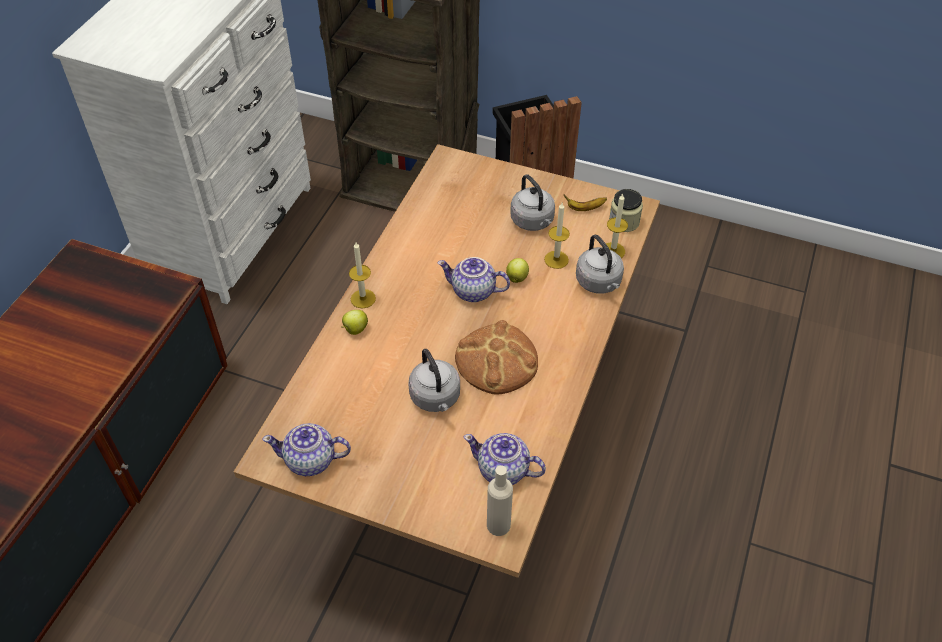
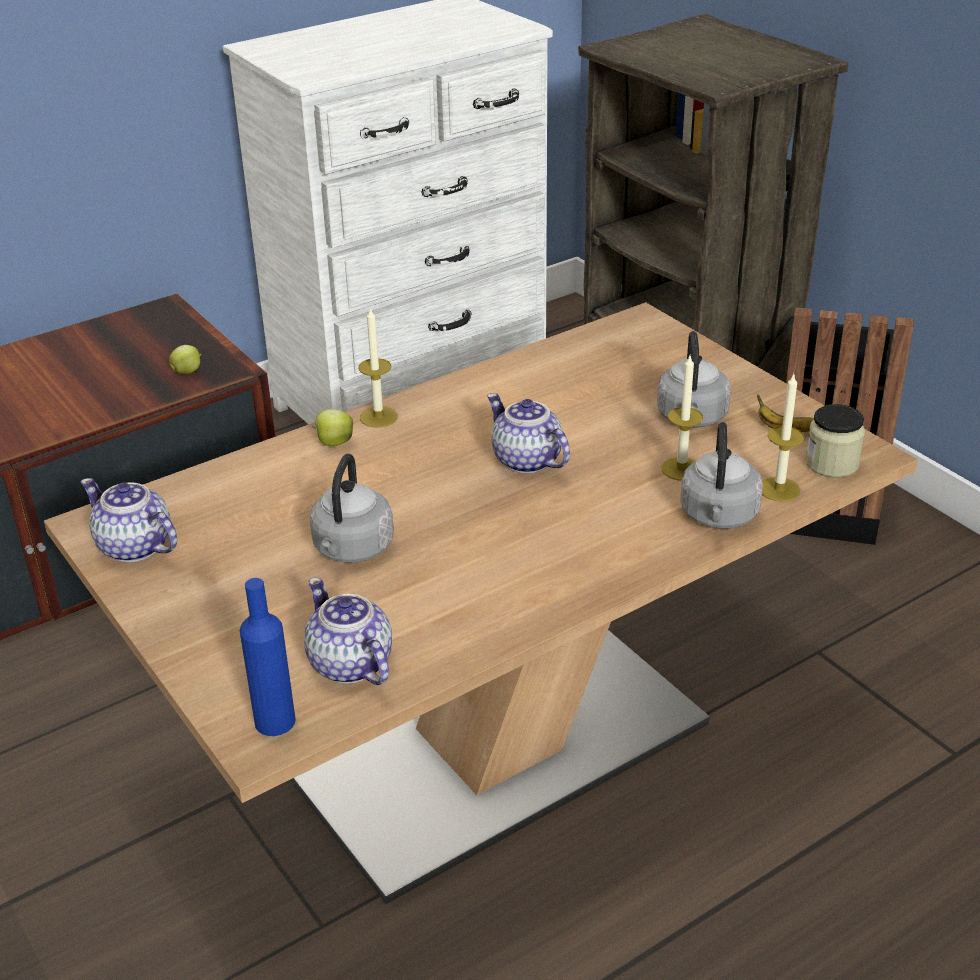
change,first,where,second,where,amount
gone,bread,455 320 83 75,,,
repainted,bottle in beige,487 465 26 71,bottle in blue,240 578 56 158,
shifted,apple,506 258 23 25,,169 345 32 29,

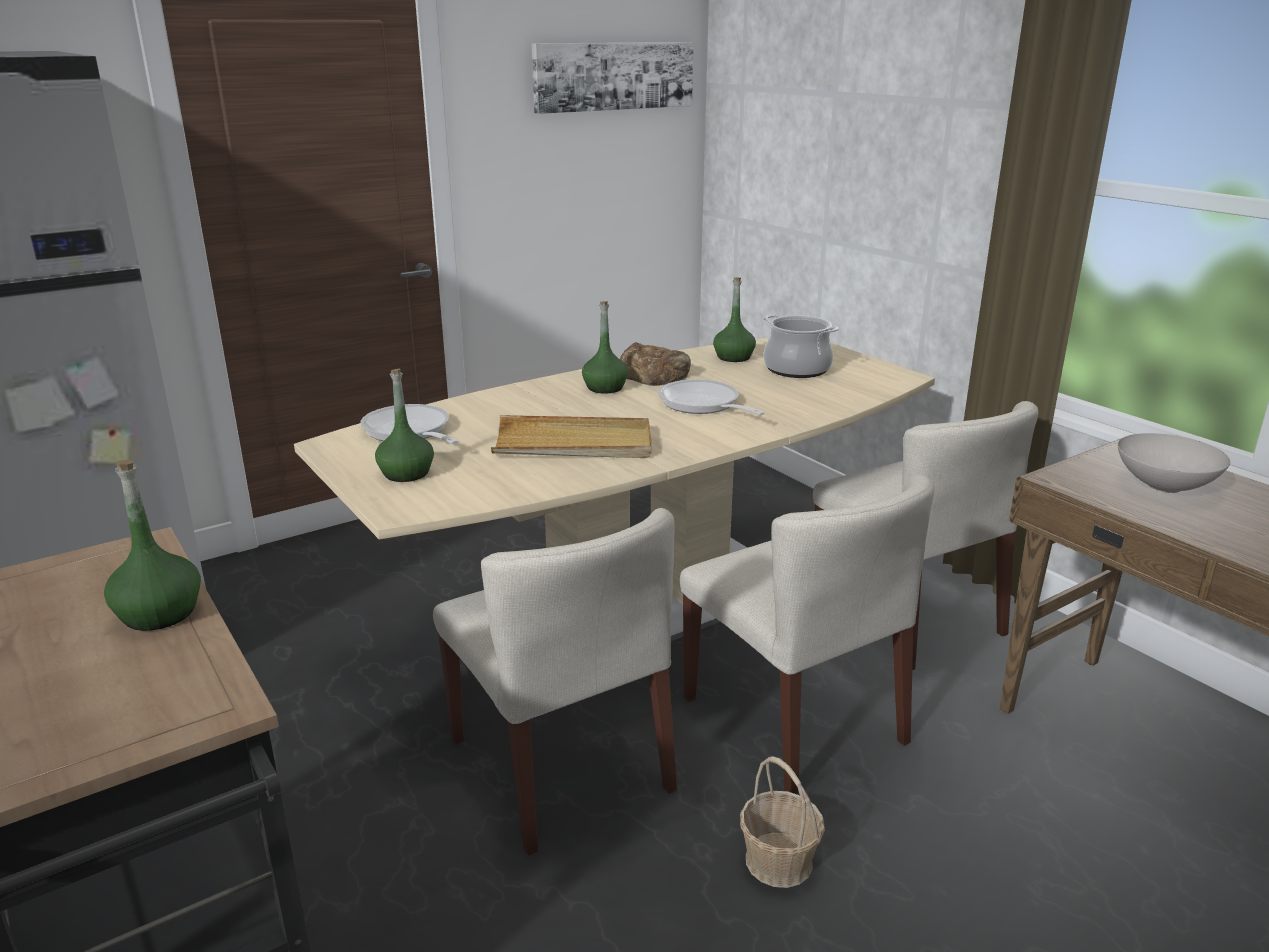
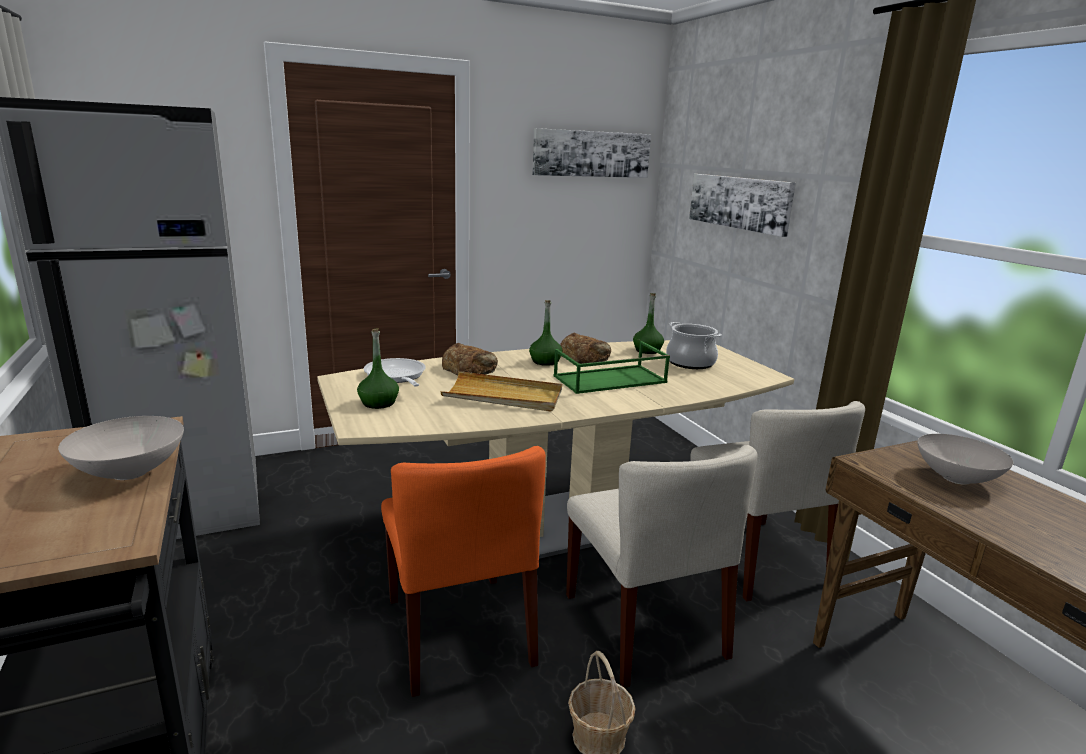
change,first,where,second,where,amount
swapped,bottle in green,104 460 97 171,bowl in white,58 416 126 64,
repainted,chair in beige,433 508 244 348,chair in orange,381 446 165 251,
swapped,frying pan,658 379 107 36,tray in green,553 341 117 53,
new,,,bread,442 343 56 32,
new,,,picture,689 174 107 63,

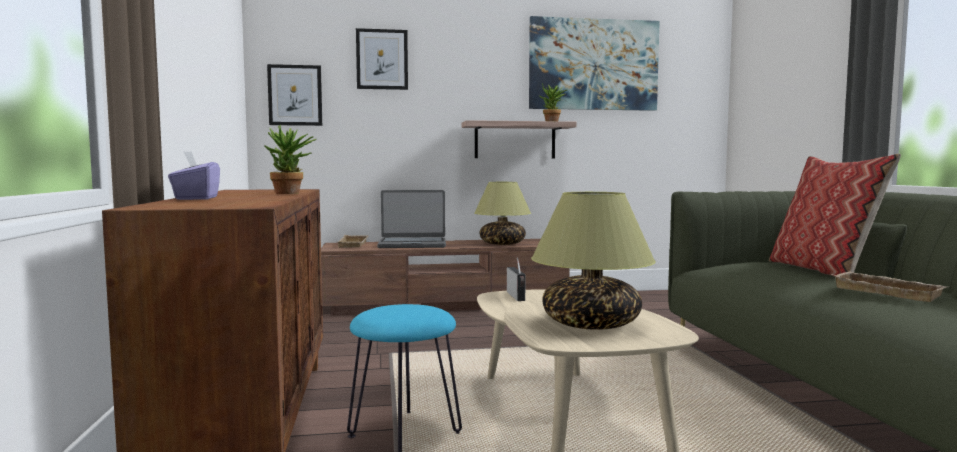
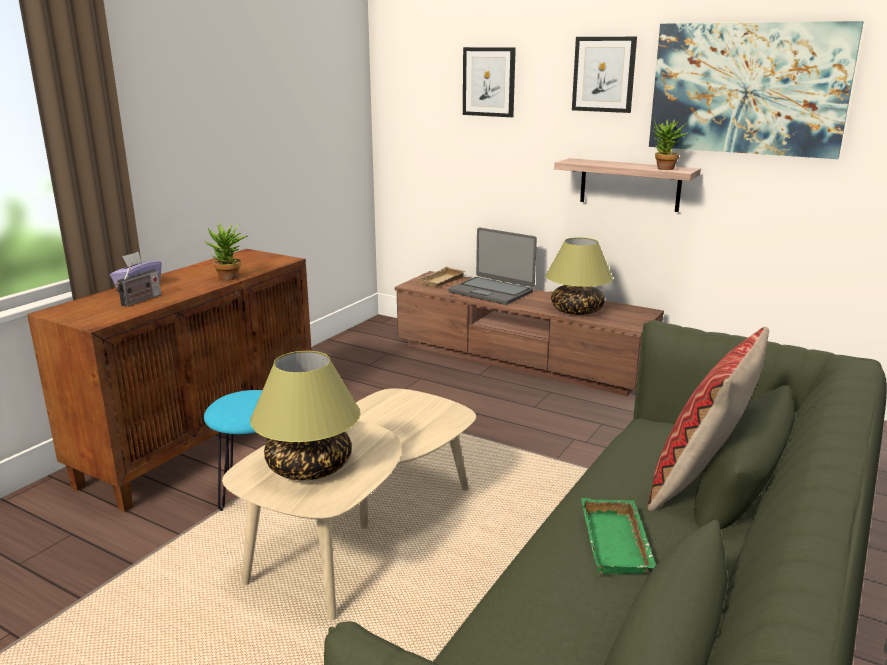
change,first,where,second,where,amount
shifted,picture,267 64 55 62,,572 37 65 76,
shifted,radio,507 257 19 44,,115 263 46 44,
repainted,tray in beige,834 271 113 31,tray in green,581 498 75 77,

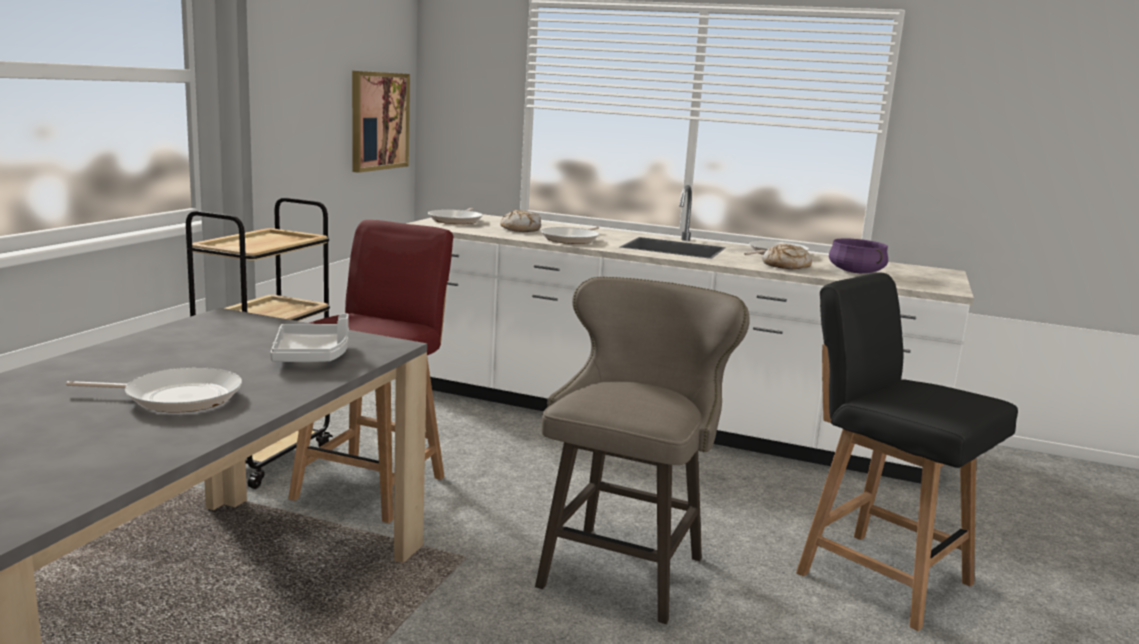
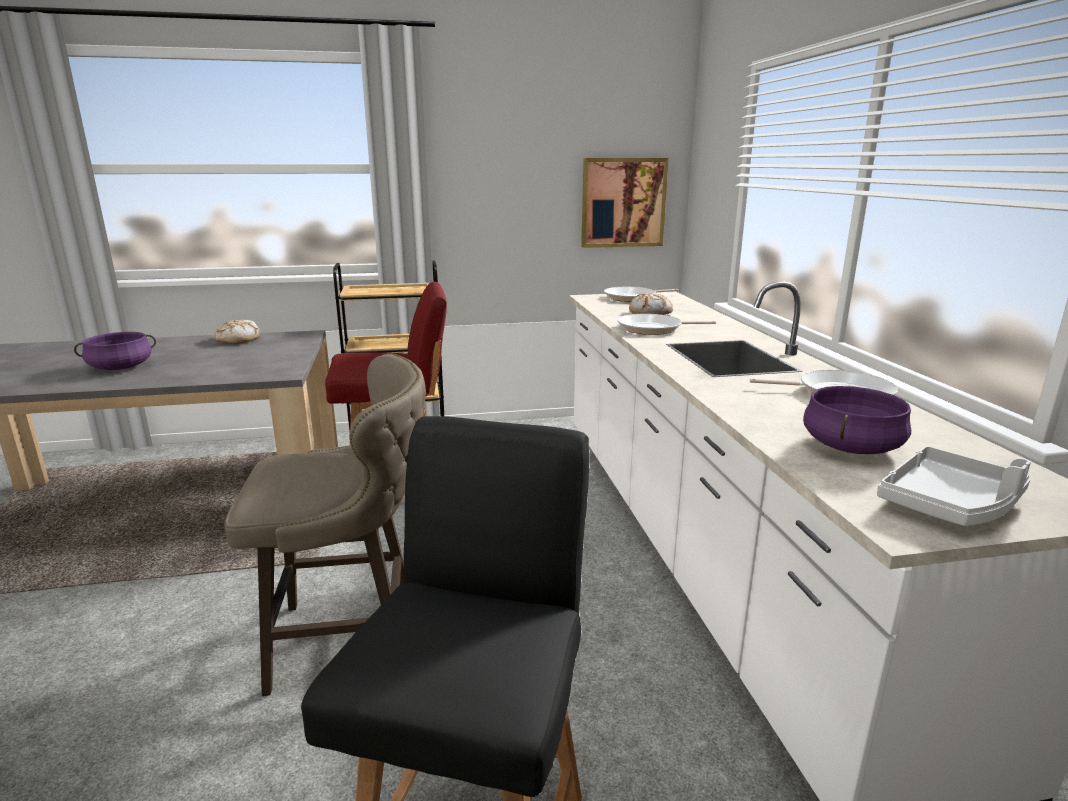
change,first,where,second,where,amount
swapped,frying pan,66 367 176 45,cooking pot in purple,74 332 82 38,
shifted,tray in grey,270 313 79 49,,877 446 154 80,
shifted,bread,763 244 49 25,,215 320 45 23,

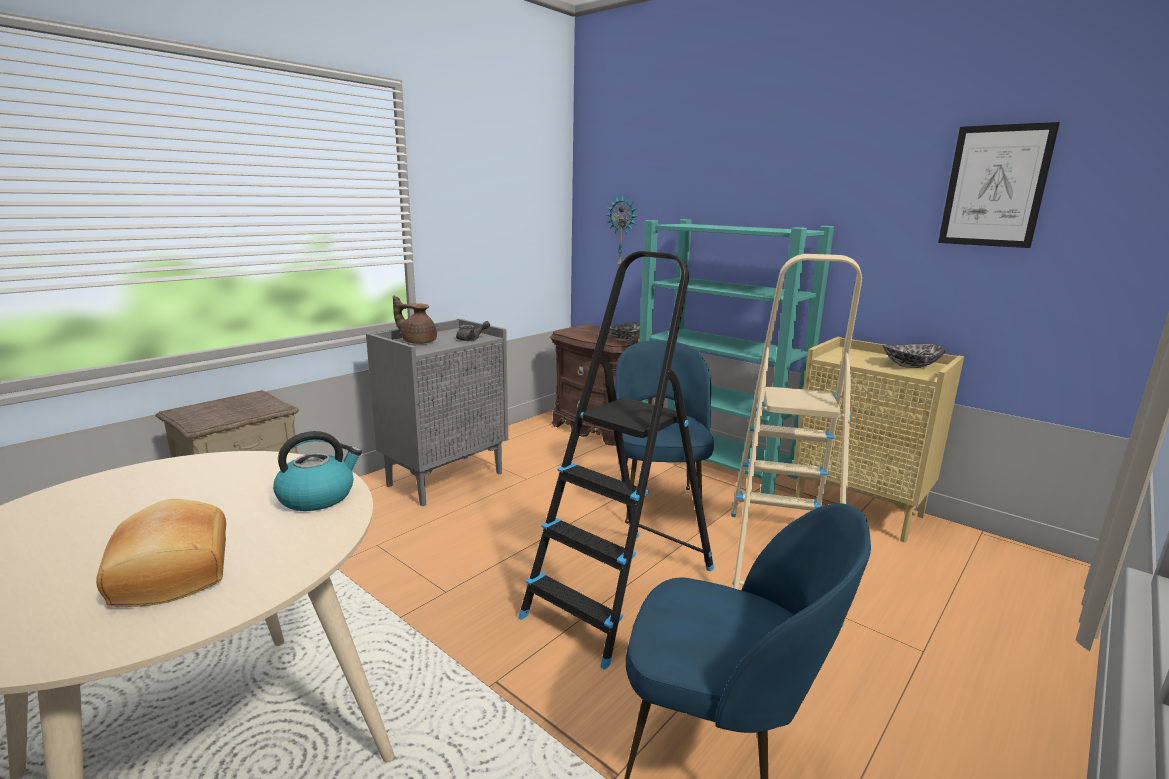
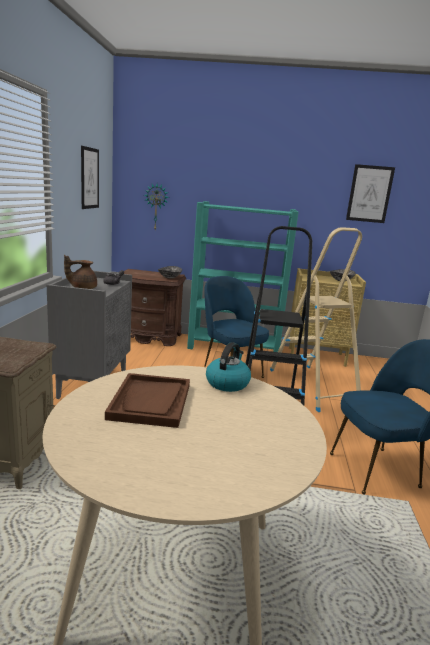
change,first,where,second,where,amount
gone,bread,96 499 130 108,,,
new,,,picture,81 146 18 63,
new,,,tray in brown,105 373 85 55,

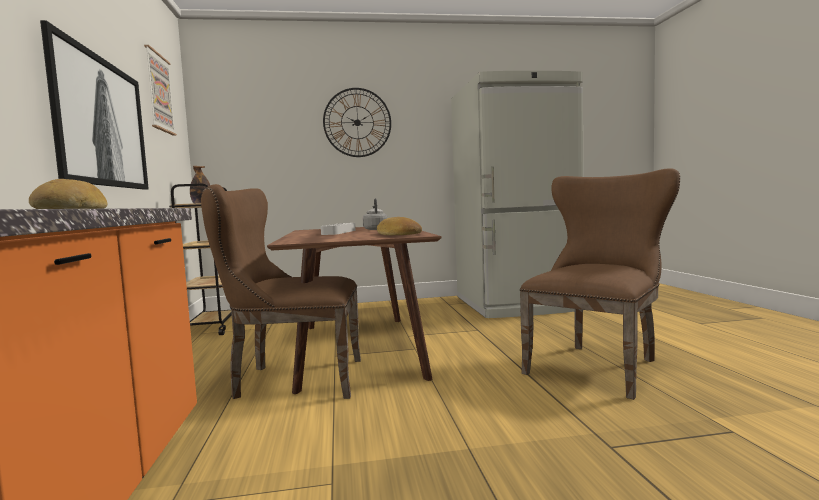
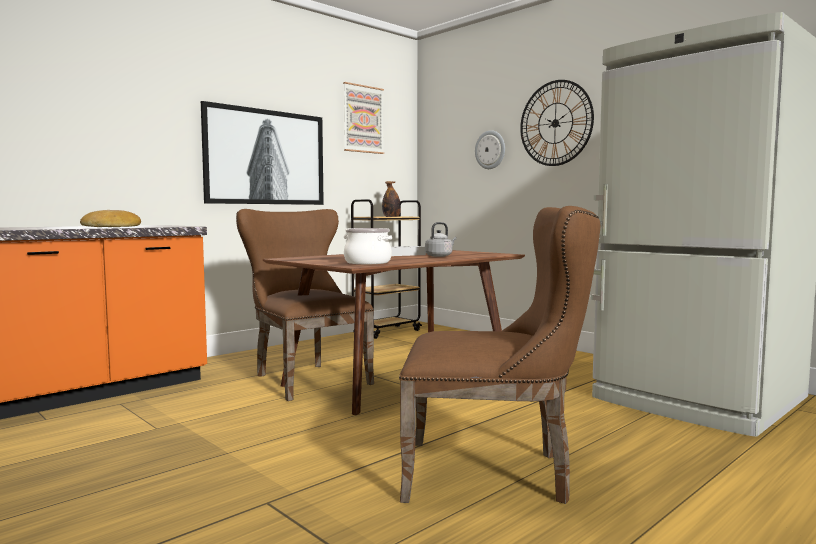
change,first,where,second,where,amount
swapped,bread,377 217 45 18,cooking pot,344 228 48 36,
new,,,wall clock,475 130 30 39,

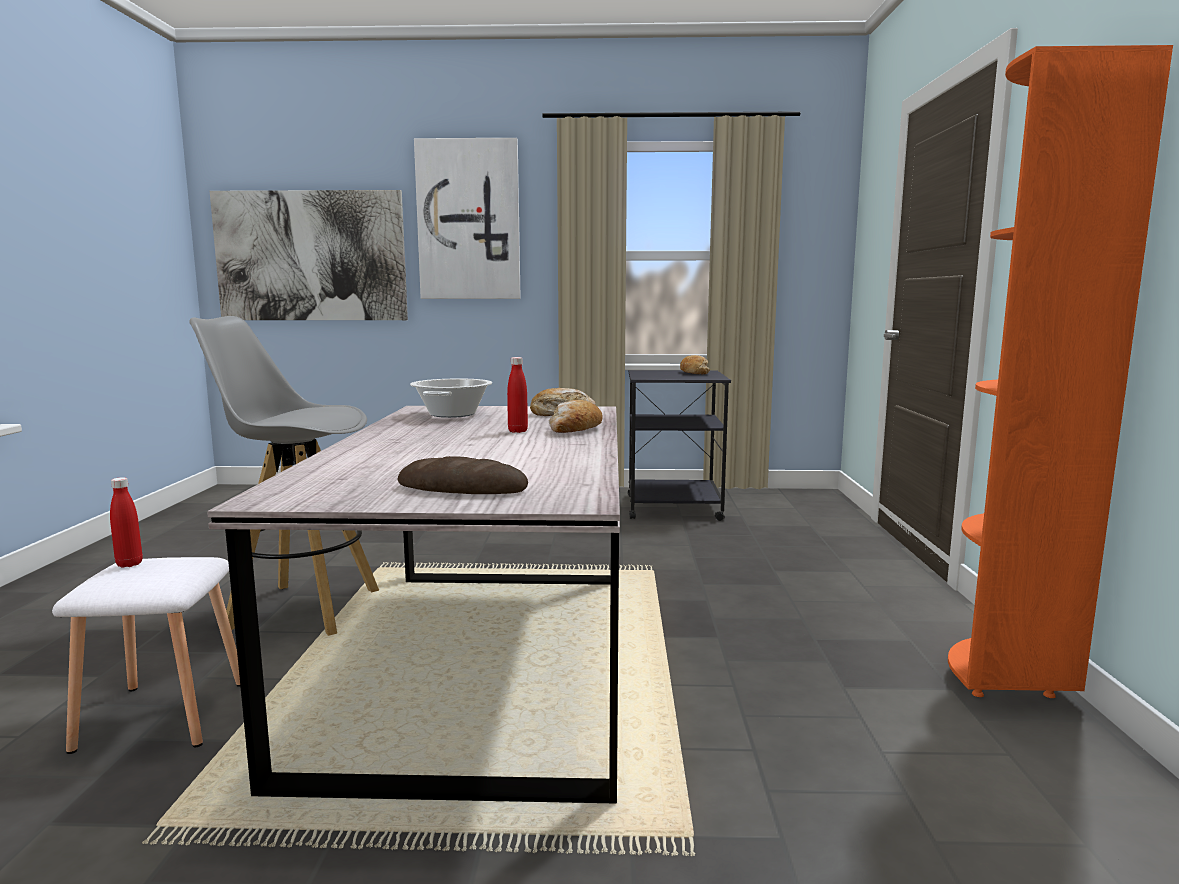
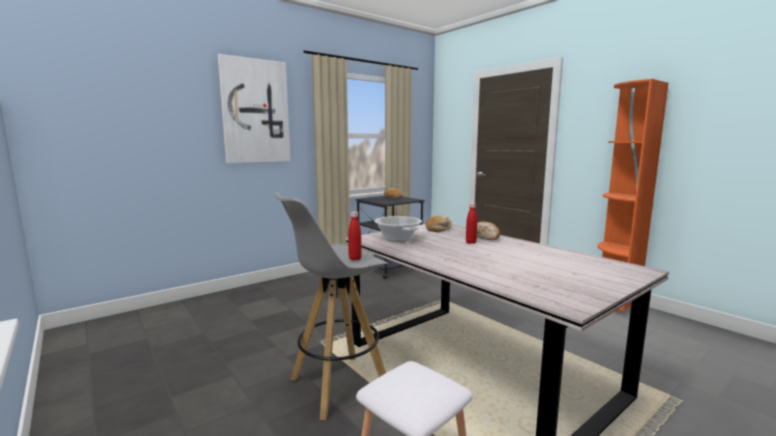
change,first,where,second,where,amount
shifted,bottle in red,110 477 33 91,,348 211 14 49,
gone,picture,210 190 198 130,,,
gone,bread,397 456 131 38,,,

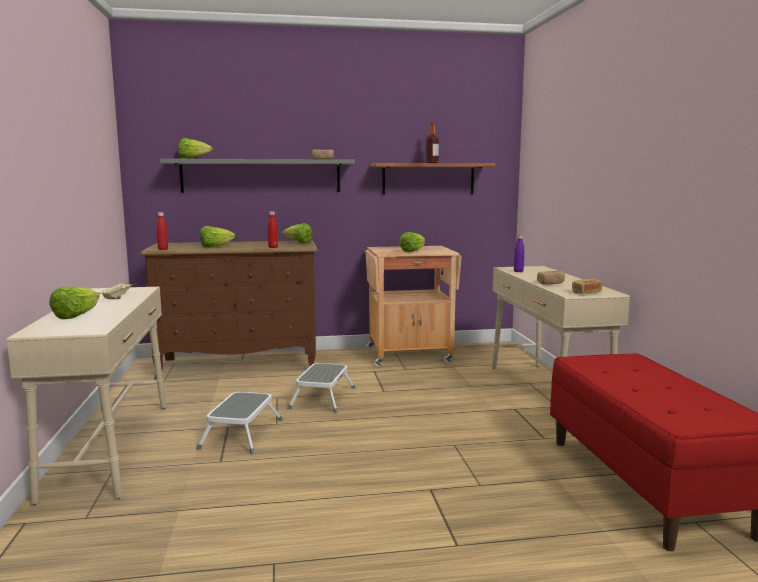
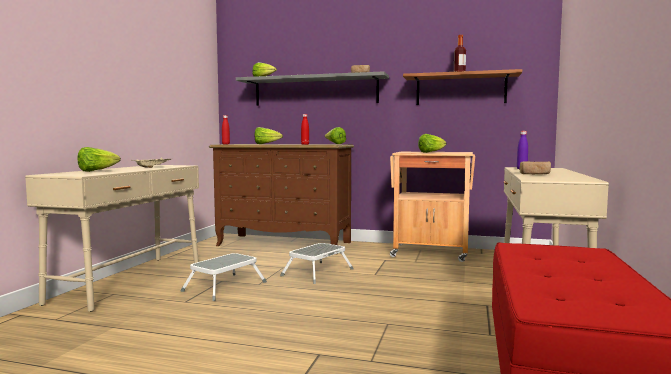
change,first,where,second,where,amount
gone,bread,572 279 30 15,,,

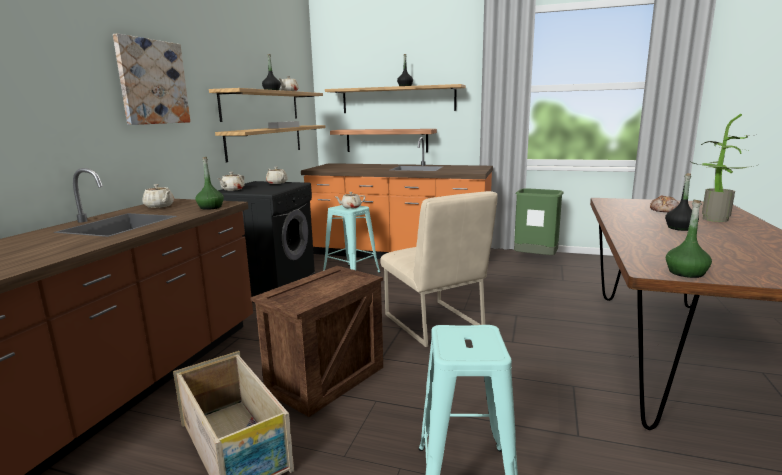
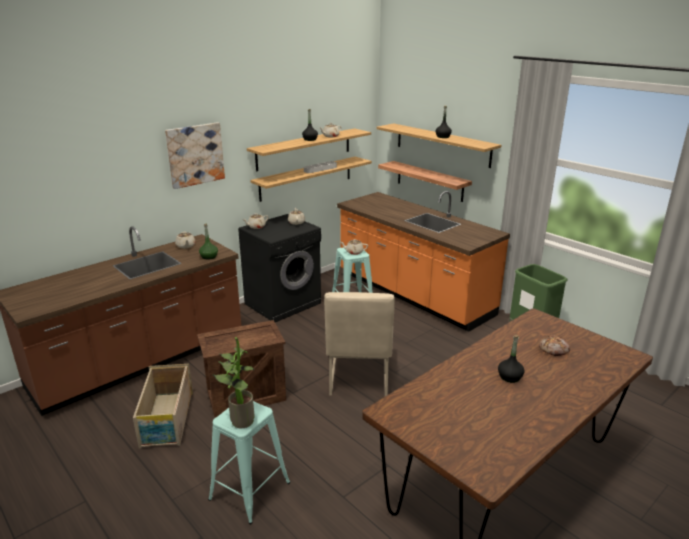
change,first,where,second,where,amount
gone,bottle in green,666 199 46 79,,,
shifted,potted plant,689 114 68 108,,212 337 43 92,

